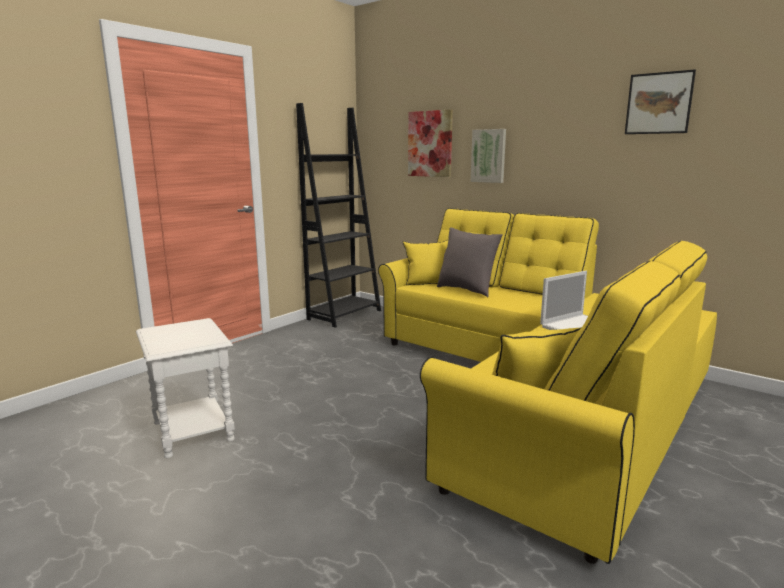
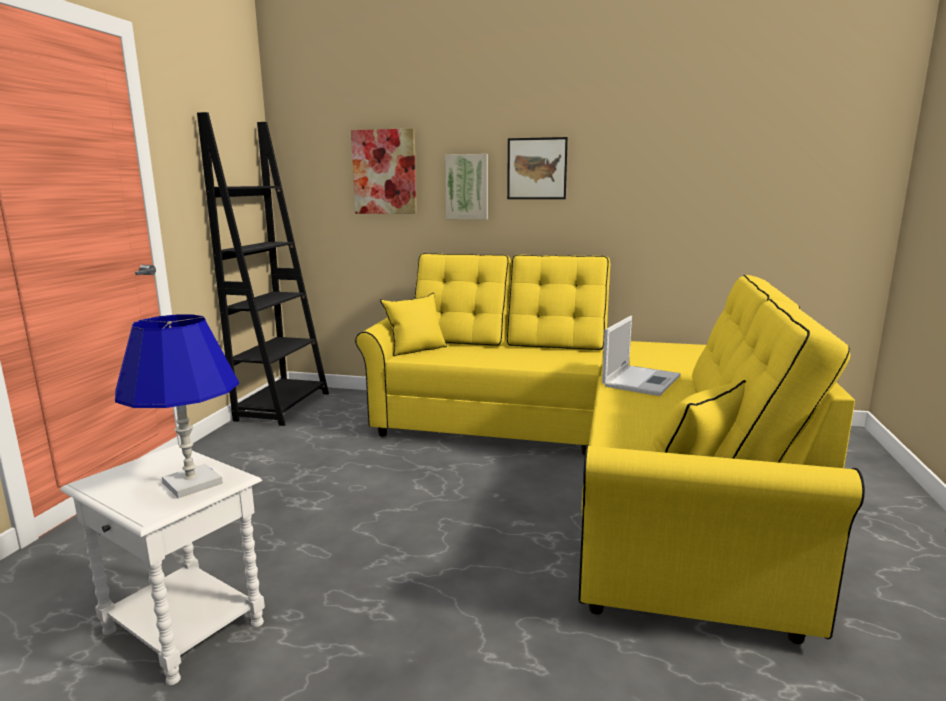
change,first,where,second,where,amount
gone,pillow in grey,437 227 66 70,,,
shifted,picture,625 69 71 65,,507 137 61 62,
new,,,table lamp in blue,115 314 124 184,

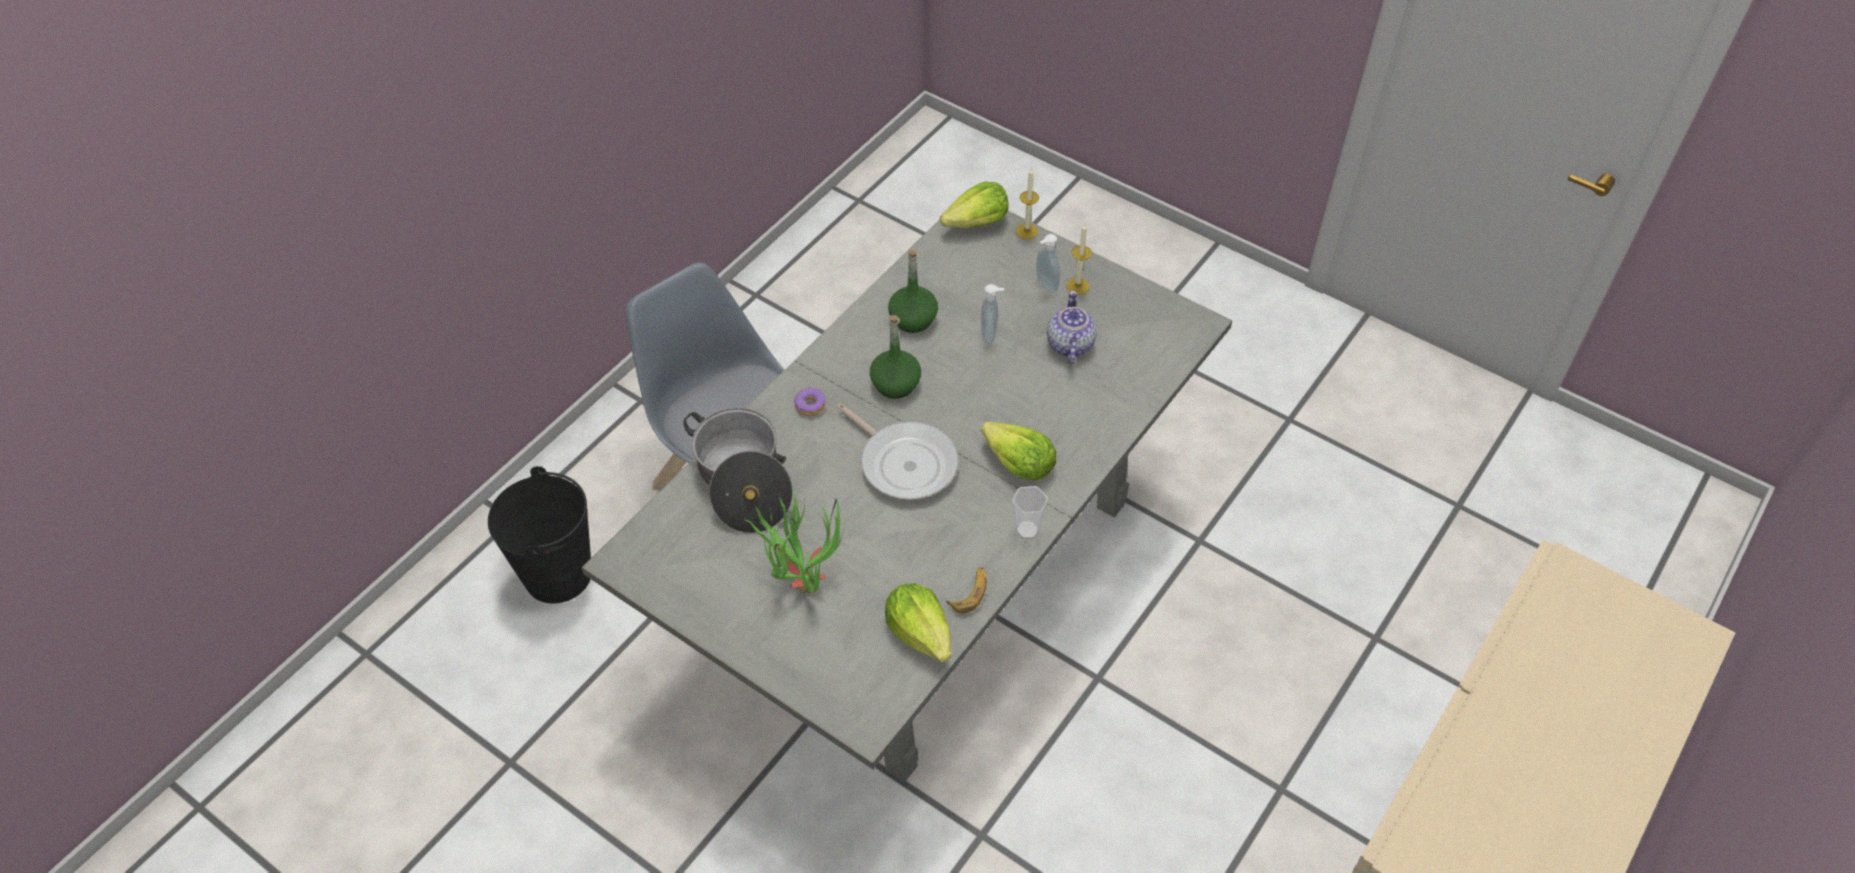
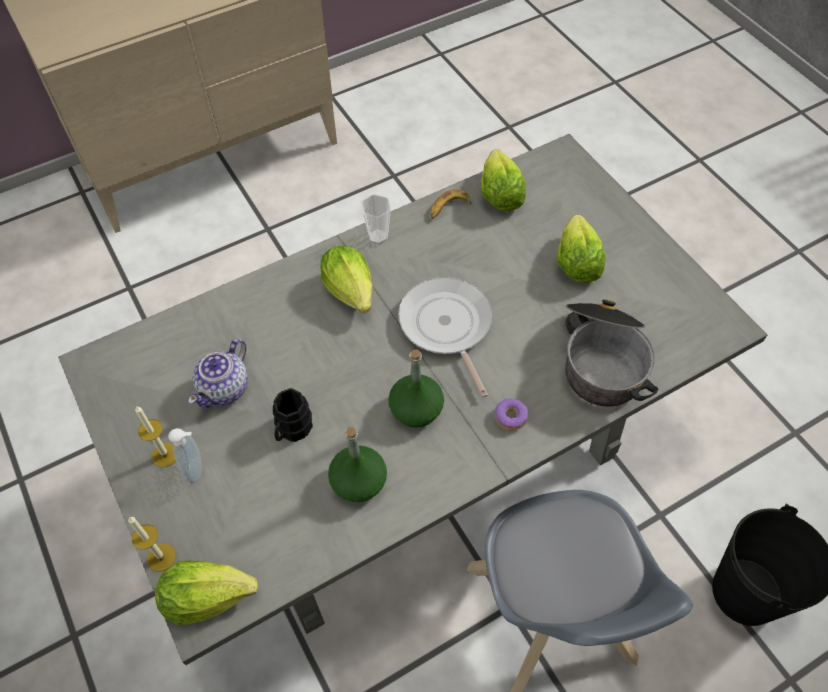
change,first,where,second,where,amount
swapped,potted plant,746 490 100 103,lettuce,557 215 49 68,
swapped,soap dispenser,981 284 23 60,mug in black,273 388 40 54,

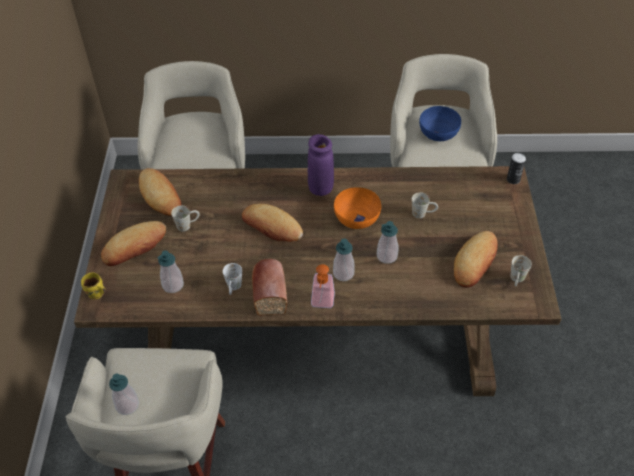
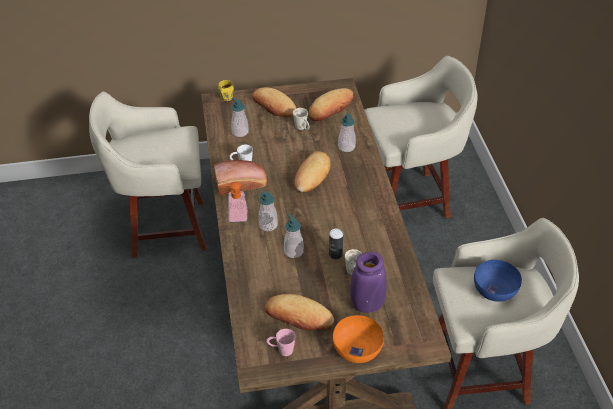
change,first,where,second,where,amount
shifted,soap dispenser,109 374 30 41,,338 114 18 38,
shifted,vase in purple,308 134 26 62,,350 252 37 61,
shifted,bowl in orange,334 187 47 42,,333 315 51 48,
shifted,can,507 153 19 31,,329 228 14 32,
repainted,mug in white,511 255 21 31,mug in pink,266 329 29 27,

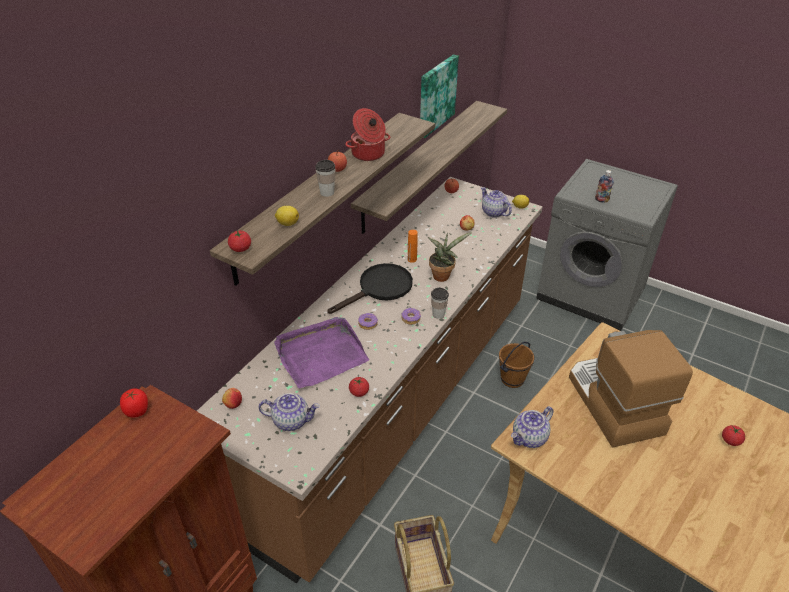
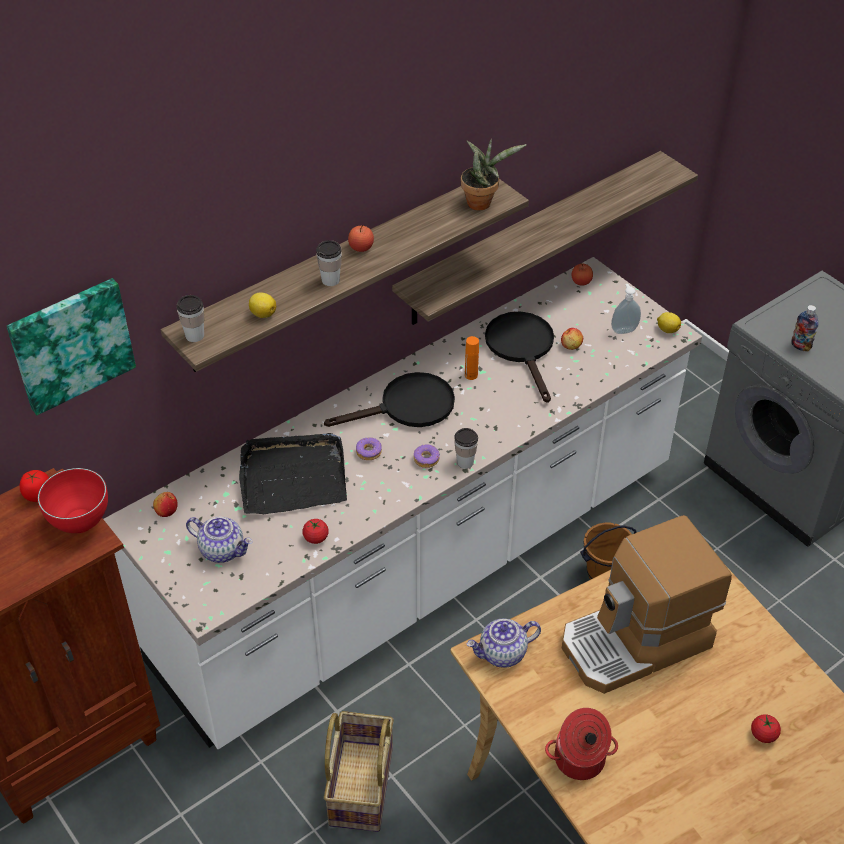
change,first,where,second,where,amount
repainted,counter in brown,197 177 345 407,counter in white,104 257 598 492,
swapped,tomato,228 230 23 22,cup,177 295 27 47,
repainted,tray in purple,274 317 95 71,tray in black,239 433 108 81,
shifted,cooking pot,345 108 45 53,,545 708 73 72,
shifted,picture,420 54 39 84,,7 278 129 137,
shifted,potted plant,428 232 44 50,,461 139 66 71,
swapped,teapot,481 187 31 31,soap dispenser,611 284 30 50,
rotated,coffee machine,569 330 124 117,,562 515 170 179,120 degrees counterclockwise
new,,,bowl in red,38 468 70 65,
new,,,frying pan in black,485 312 69 91,

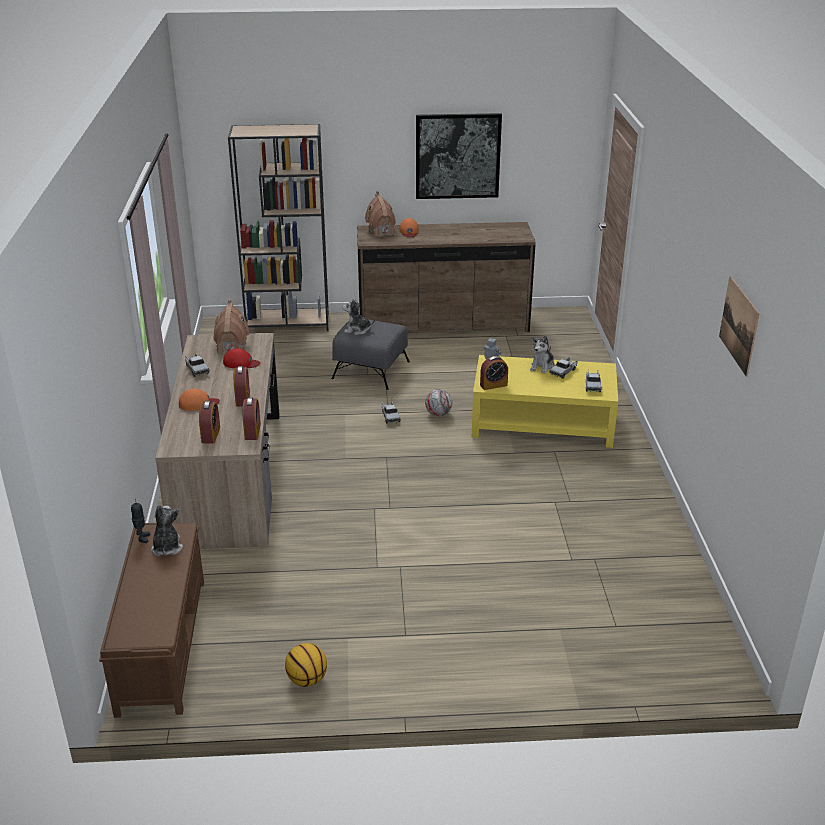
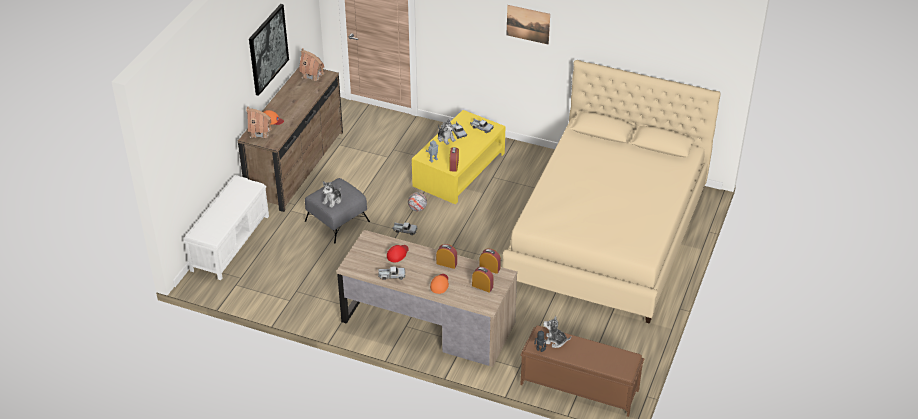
change,first,where,second,where,amount
shifted,toy house,214 299 35 55,,299 48 25 33,
swapped,bookcase,228 124 101 207,bench in white,183 175 86 105,
gone,basketball,285 643 42 44,,,
shifted,picture,719 276 41 101,,507 5 43 40,
new,,,bed in beige,502 60 219 264,

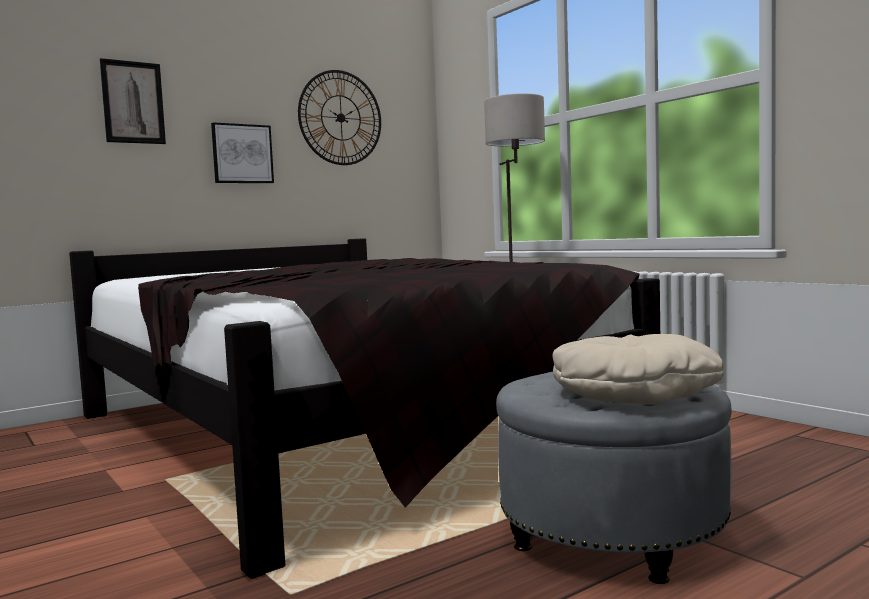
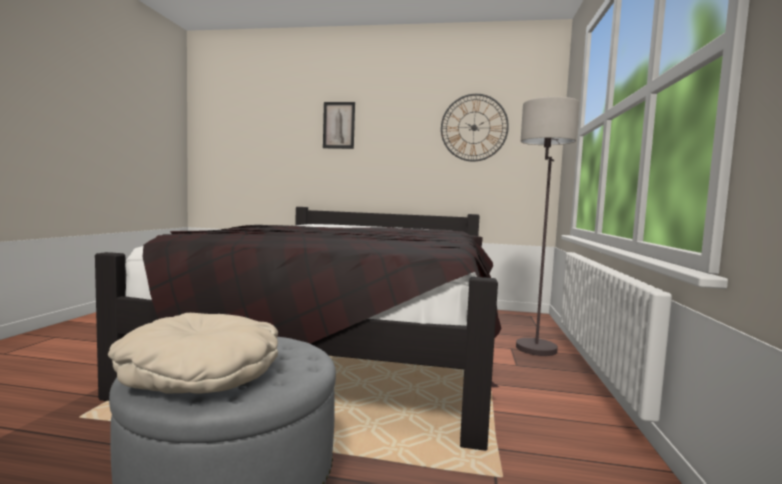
change,first,where,second,where,amount
gone,picture,211 122 63 61,,,

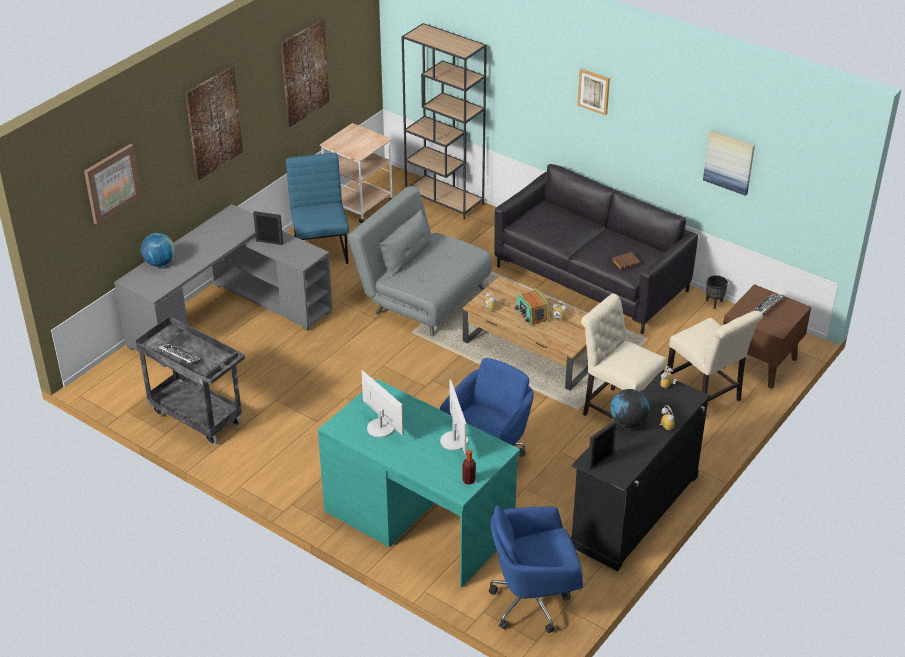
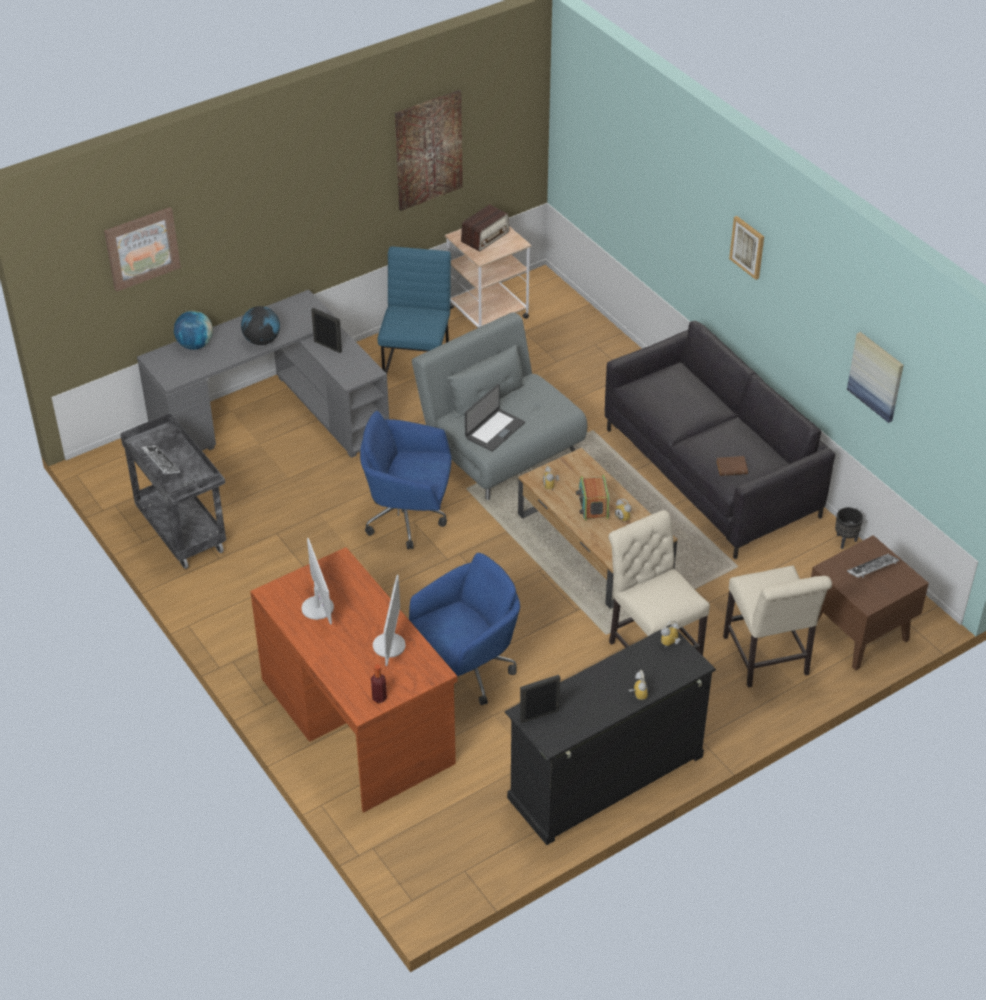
change,first,where,second,where,amount
gone,picture,185 66 58 114,,,
repainted,desk in turquoise,318 379 202 209,desk in brown,250 547 207 266,
gone,bookcase,402 23 85 197,,,
shifted,office chair in blue,489 505 94 128,,360 411 92 138,
shifted,globe,610 389 40 39,,241 306 39 39,
new,,,radio,461 204 49 48,
new,,,laptop,465 384 60 68,

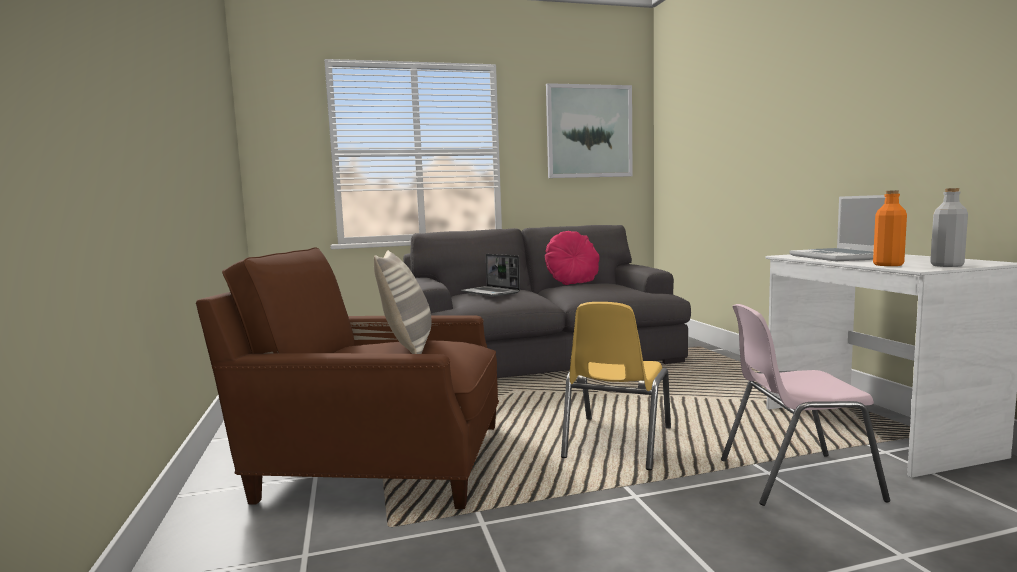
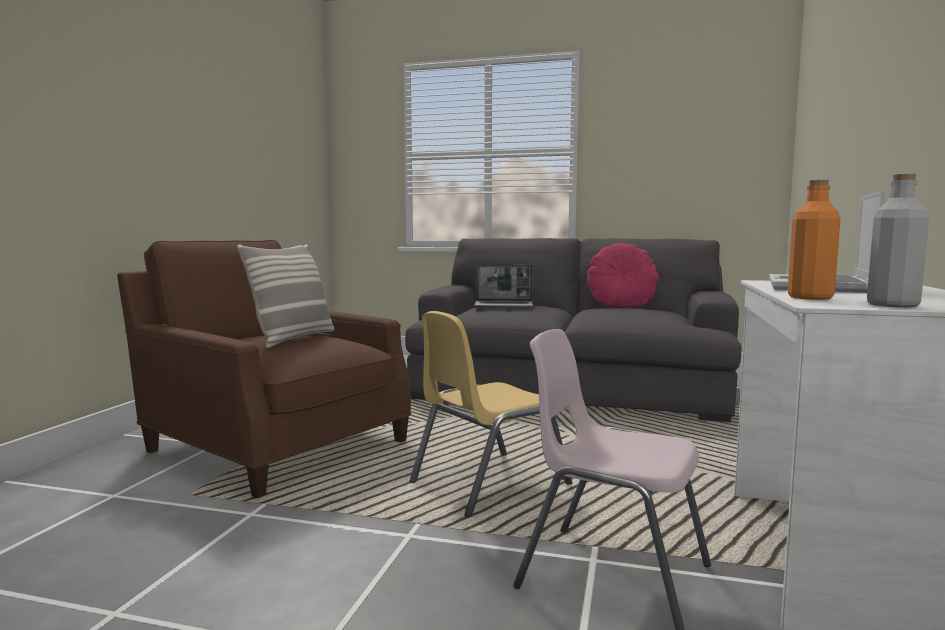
change,first,where,second,where,amount
rotated,laptop,461 254 59 43,,474 264 59 44,75 degrees counterclockwise
gone,picture,546 83 87 95,,,

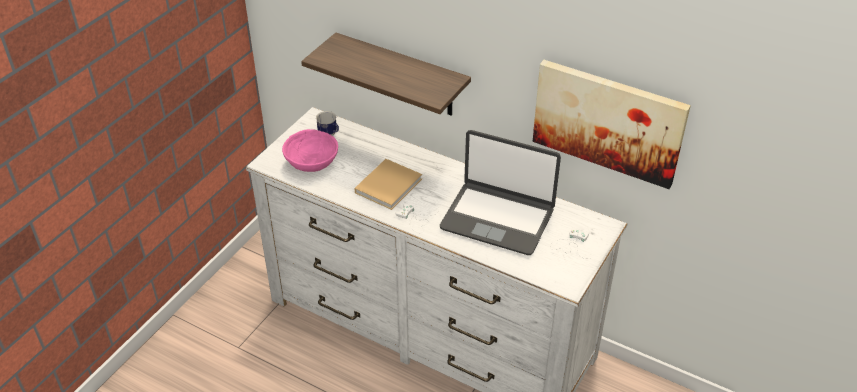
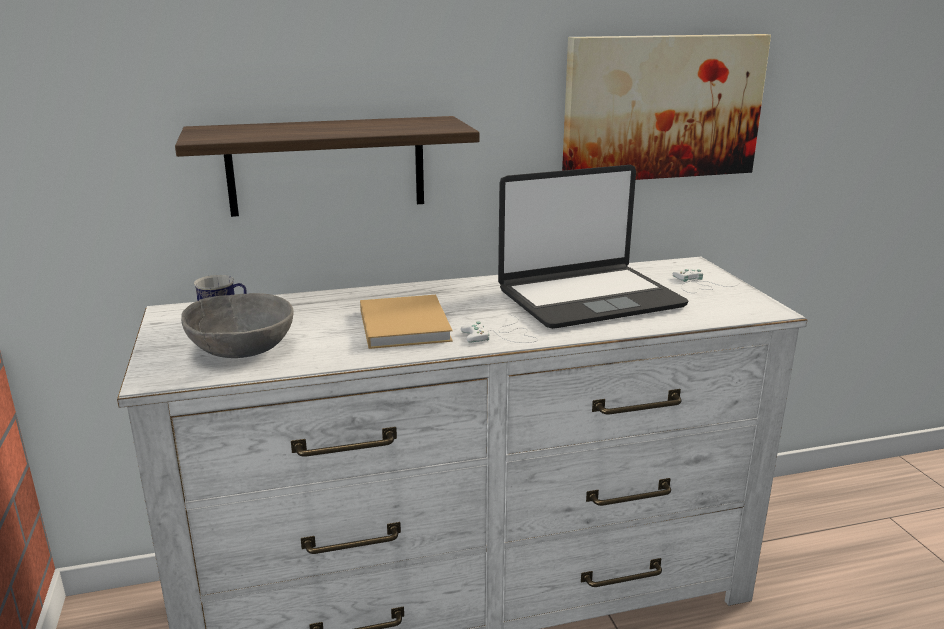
change,first,where,second,where,amount
repainted,bowl in pink,282 129 56 43,bowl in grey,181 293 113 65,

